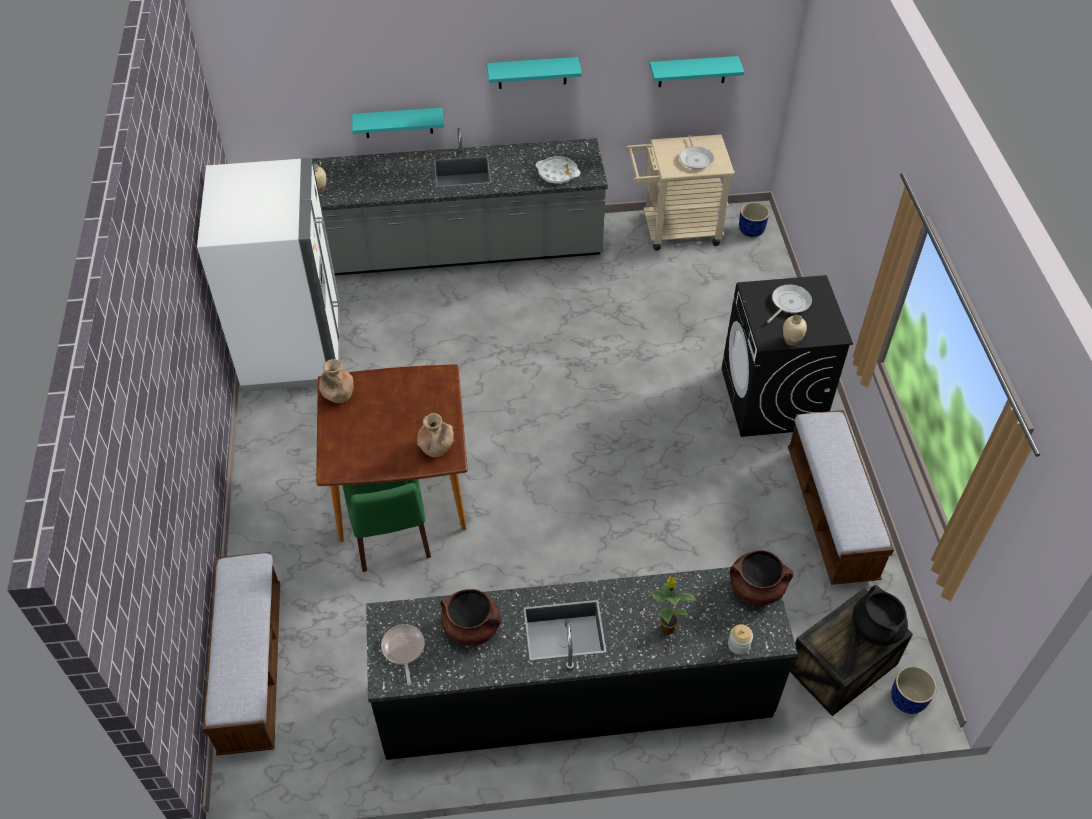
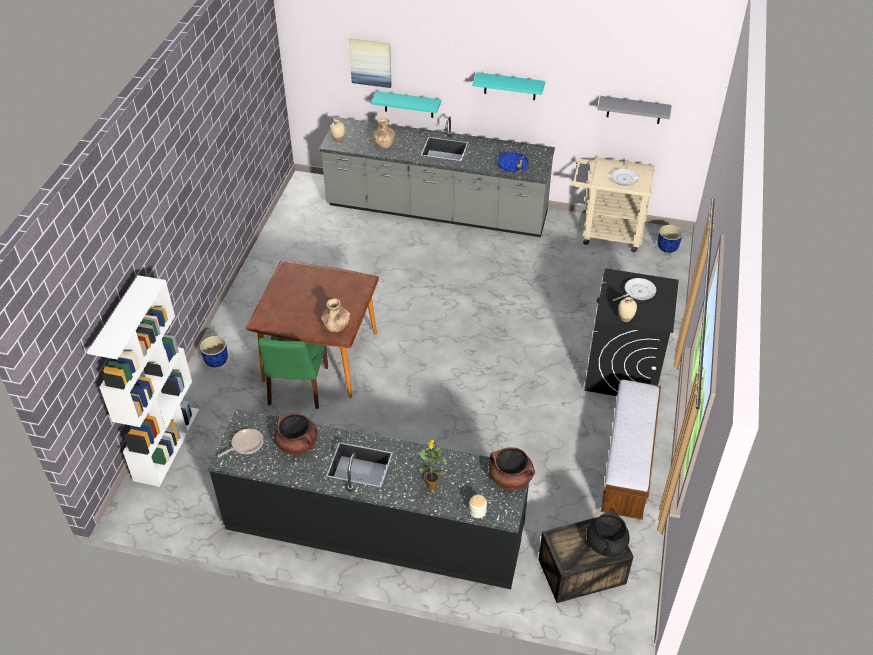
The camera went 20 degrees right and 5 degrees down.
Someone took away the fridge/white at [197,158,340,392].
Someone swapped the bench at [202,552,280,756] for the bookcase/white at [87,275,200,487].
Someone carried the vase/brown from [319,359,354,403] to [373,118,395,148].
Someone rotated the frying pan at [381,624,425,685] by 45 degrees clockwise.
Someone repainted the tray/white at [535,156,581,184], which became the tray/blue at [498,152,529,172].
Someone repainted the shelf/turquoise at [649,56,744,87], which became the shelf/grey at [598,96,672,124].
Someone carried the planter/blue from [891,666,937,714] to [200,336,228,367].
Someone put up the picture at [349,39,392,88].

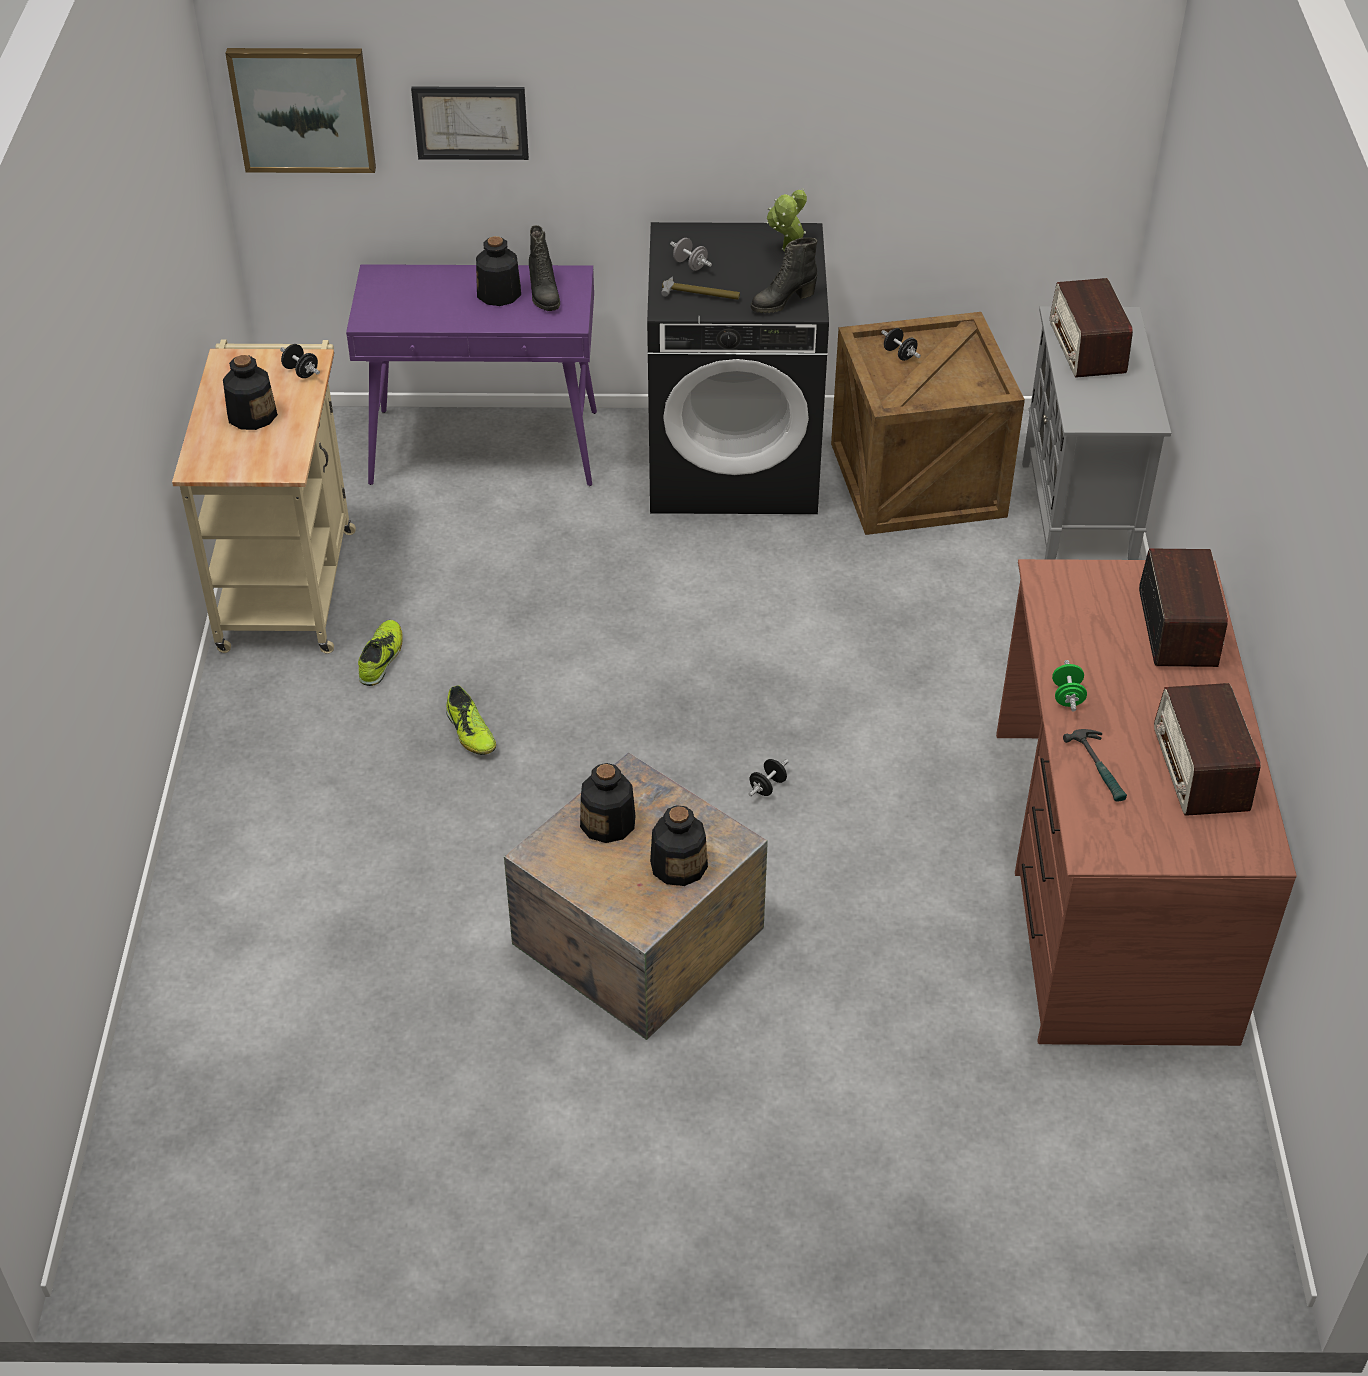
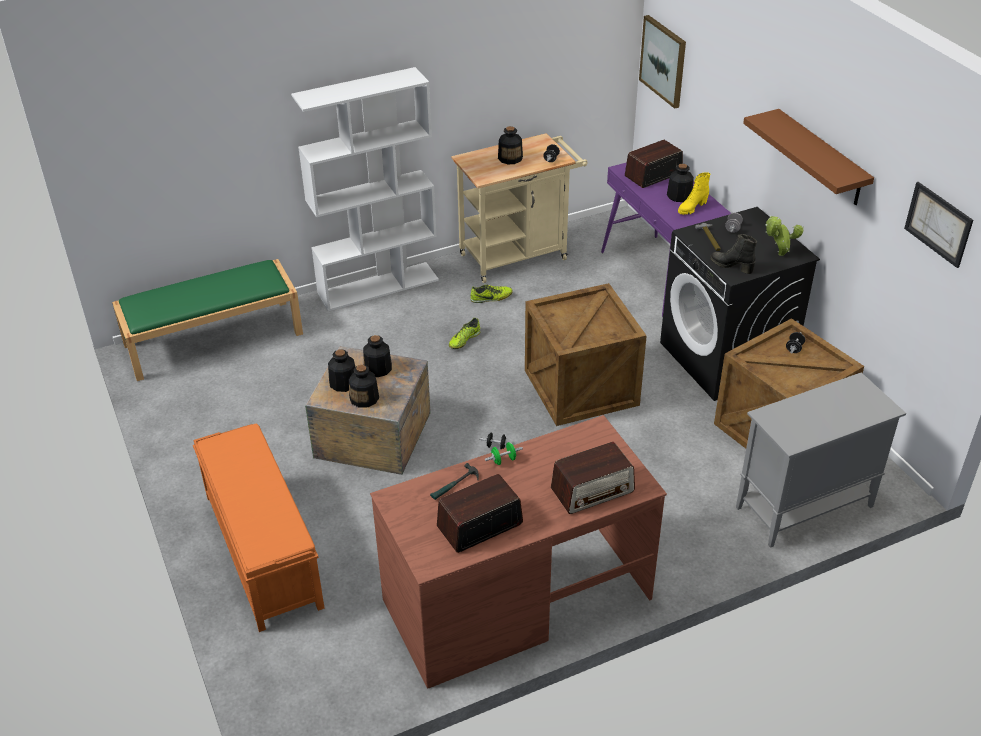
The camera went 65 degrees right and 5 degrees down.
Someone carried the picture from [411,87,529,160] to [904,182,973,268].
Someone repainted the boot/black at [529,225,560,311], which became the boot/yellow at [678,172,710,215].
Someone carried the radio from [1050,278,1133,378] to [625,140,683,188].
Someone put down the bench/green at [112,259,303,381].
Someone put down the bench/orange at [193,424,324,632].
Someone put down the bookcase/white at [291,67,439,311].
Someone put down the bottle at [328,349,355,392].
Someone put down the crate at [525,283,647,426].
Someone put up the shelf/brown at [743,109,874,205].

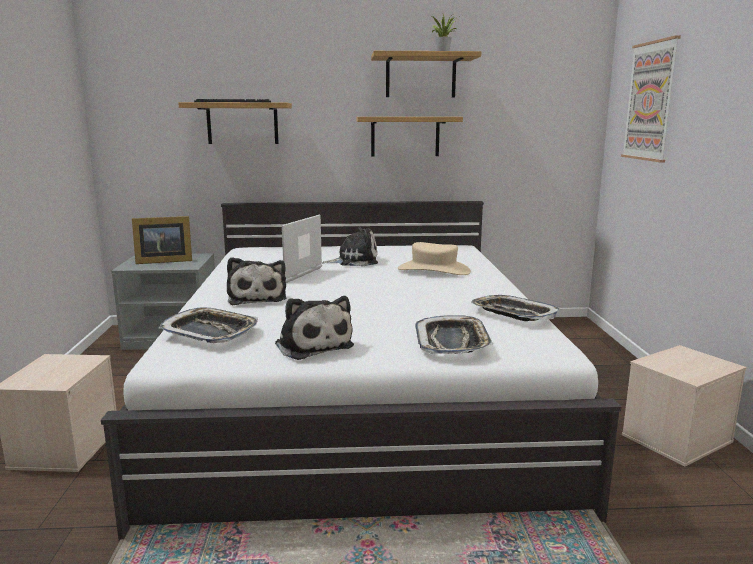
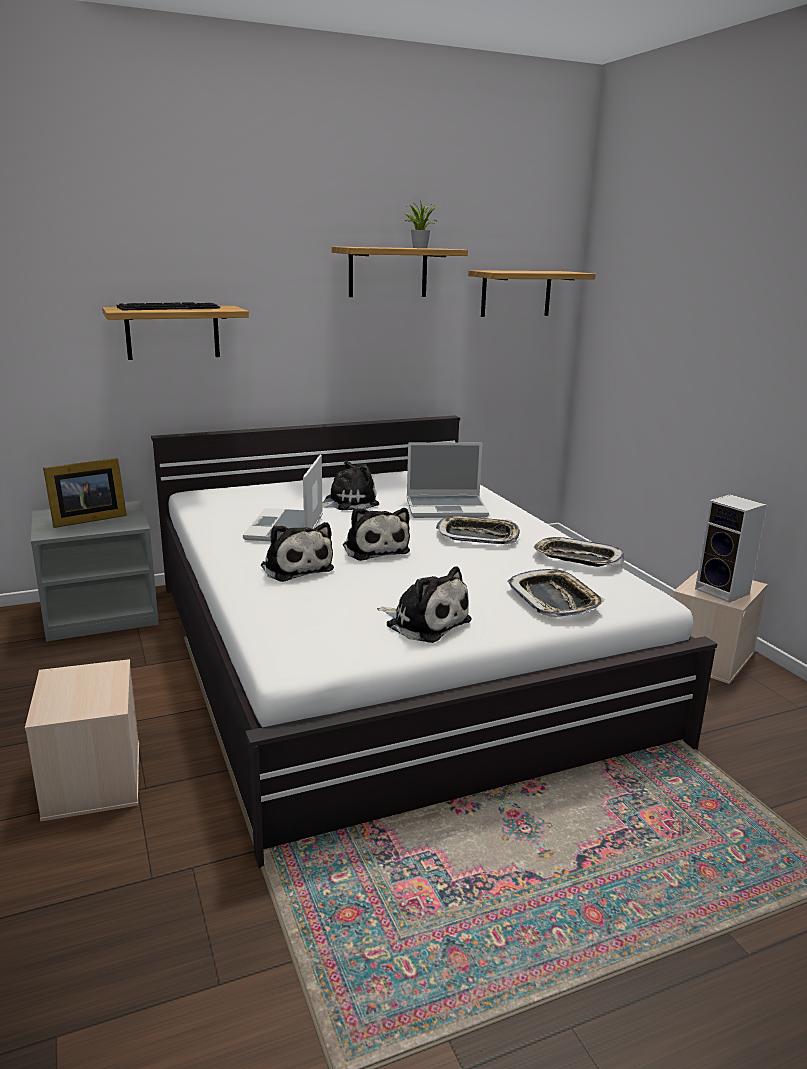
The camera went 20 degrees left and 5 degrees up.
Someone carried the tray from [158,308,258,343] to [436,516,520,544].
Someone carried the shelf from [357,117,463,156] to [468,270,596,317].
Someone swapped the hat/beige at [398,242,471,275] for the laptop at [407,443,489,518].
Someone took away the picture at [621,36,681,162].
Someone put down the plush toy at [343,508,410,561].
Someone put down the speaker at [695,494,766,603].

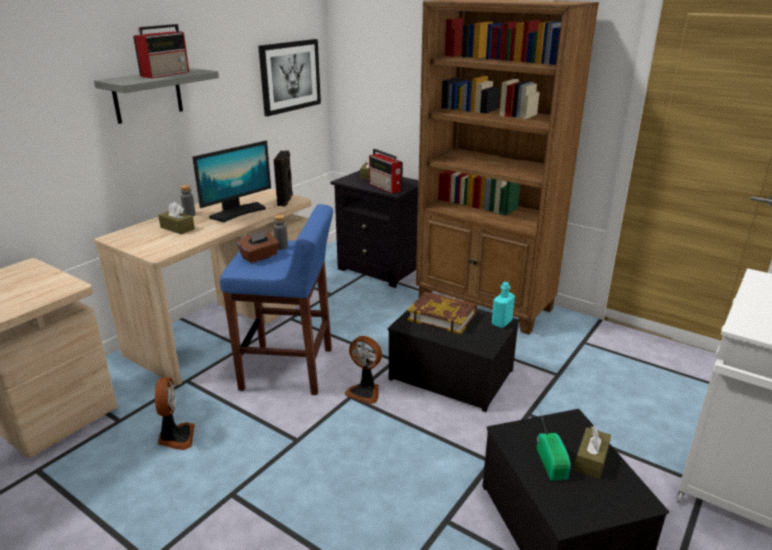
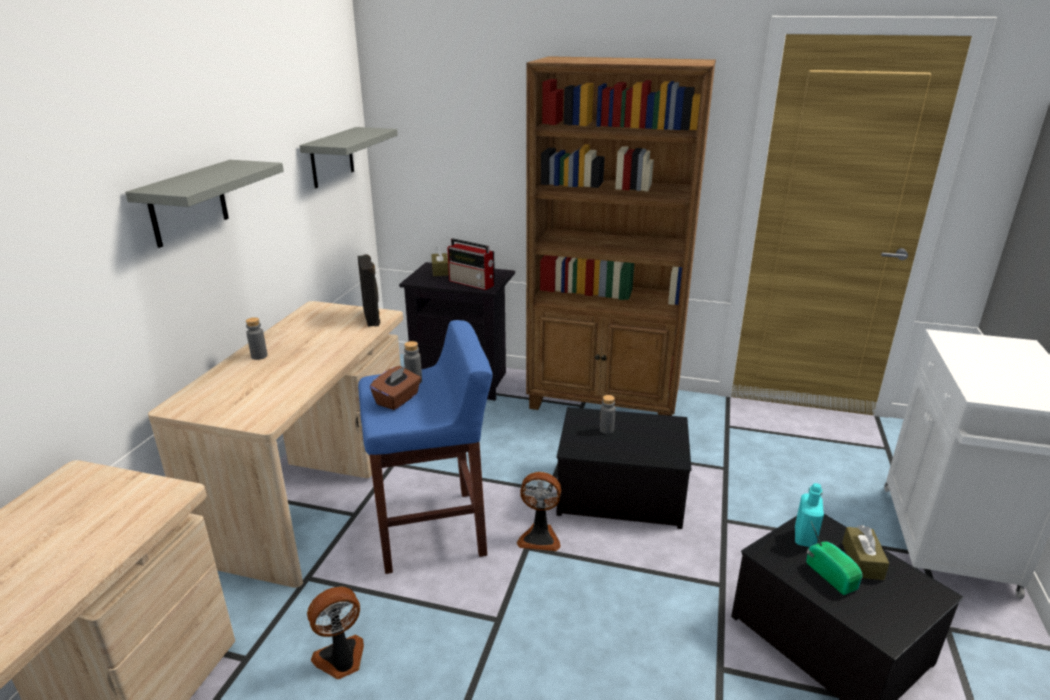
The camera went 20 degrees left and 0 degrees up.
Someone took away the radio at [133,24,189,78].
Someone rotated the fan at [155,377,195,450] by 90 degrees counterclockwise.
Someone took away the tissue box/brown at [158,202,195,234].
Someone took away the monitor at [193,141,271,222].
Someone swapped the picture at [258,39,321,116] for the shelf/grey at [300,127,398,188].
Someone swapped the book at [407,292,477,334] for the bottle/grey at [600,395,616,434].
Someone carried the bottle/turquoise from [492,282,515,328] to [795,483,824,547].

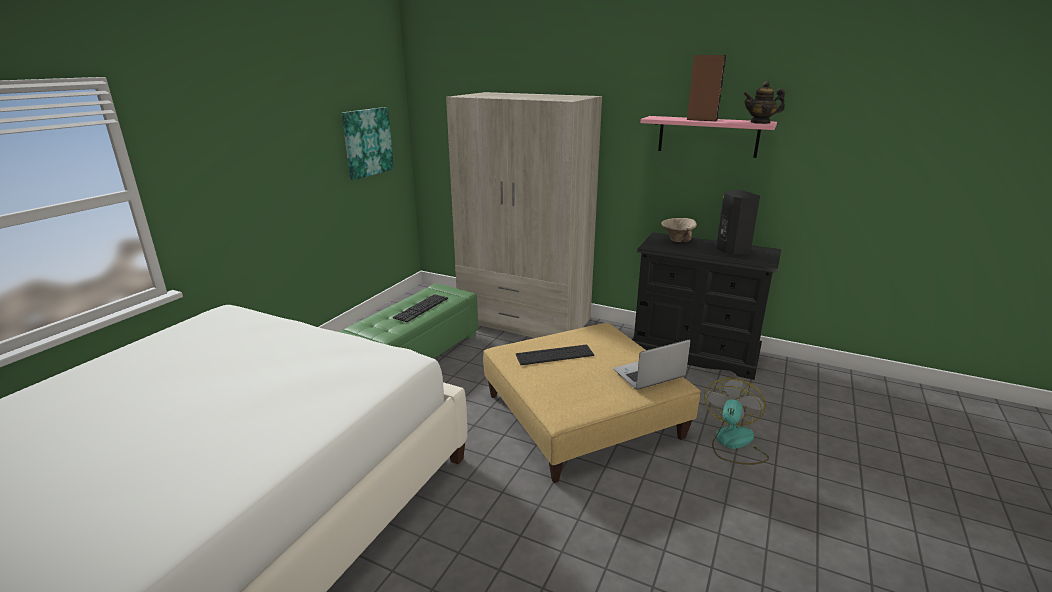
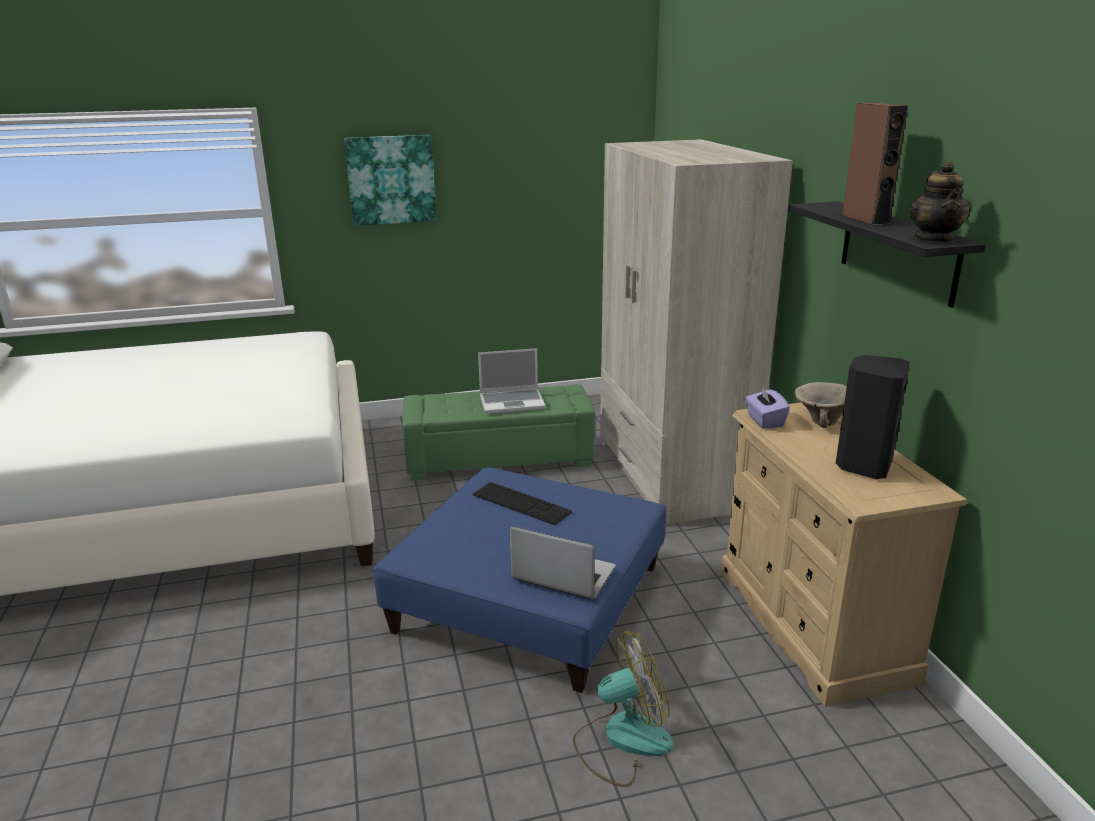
The camera went 50 degrees right and 0 degrees up.
Someone carried the picture from [342,107,394,180] to [344,135,437,226].
Someone swapped the keyboard at [393,294,448,322] for the laptop at [478,348,545,414].
Someone repainted the ottoman/beige at [483,323,701,483], which became the ottoman/blue at [373,467,667,693].
Someone repainted the dresser/black at [632,232,782,380], which became the dresser/beige at [721,402,967,707].
Someone repainted the shelf/pink at [641,116,777,158], which became the shelf/black at [788,201,986,308].
Someone rotated the teapot at [743,81,785,124] by 135 degrees counterclockwise.
Someone put down the tissue box/purple at [745,385,790,429].

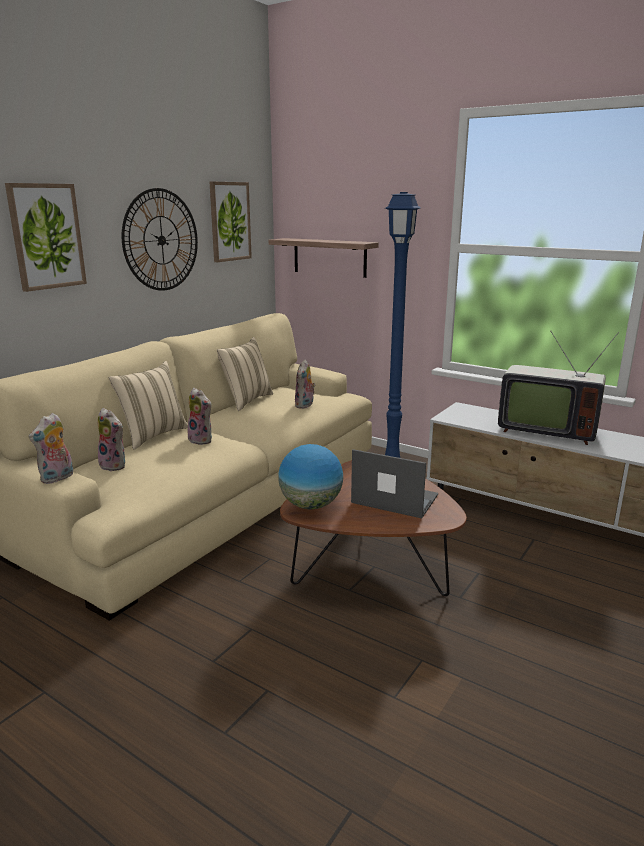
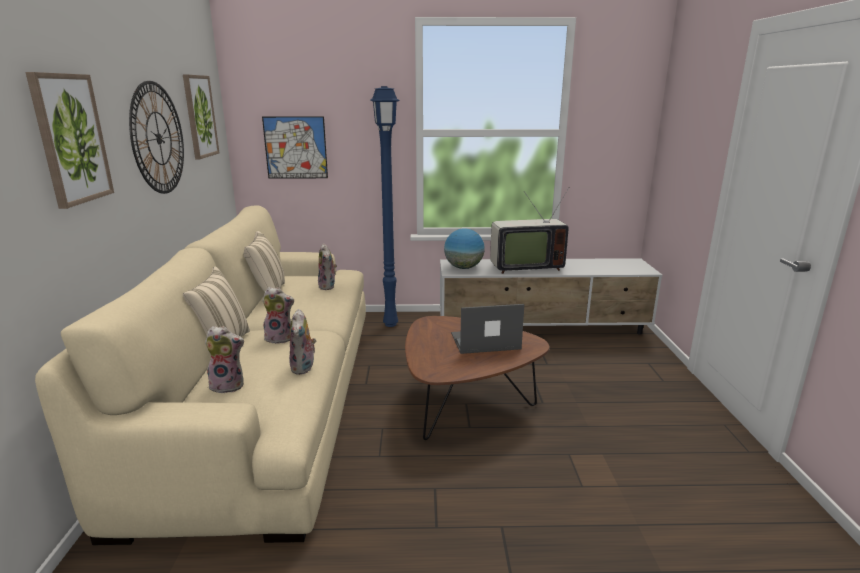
The camera went 35 degrees left and 0 degrees up.
Someone carried the plush toy from [29,413,73,484] to [289,309,316,375].
Someone swapped the shelf at [269,238,379,278] for the picture at [262,116,328,179].
Someone carried the globe from [278,444,343,509] to [444,228,485,269].

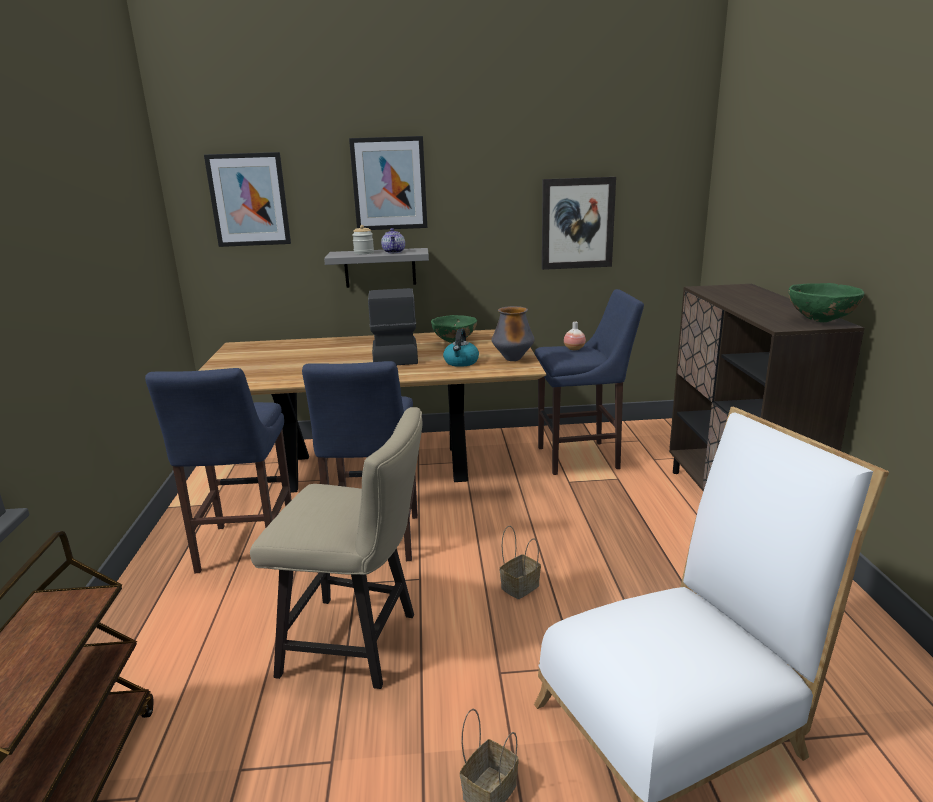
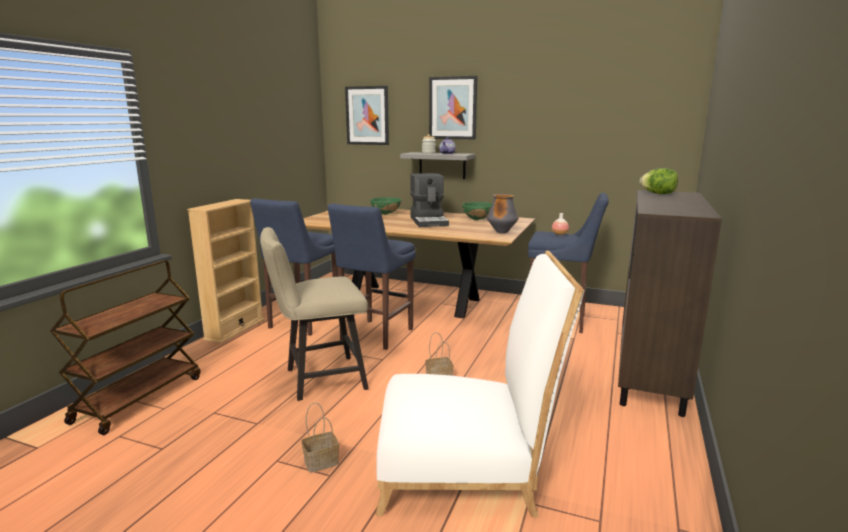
The camera went 25 degrees right and 5 degrees down.
Someone rotated the chair/beige at [250,407,422,689] by 120 degrees clockwise.
Someone rotated the coffee machine at [368,288,418,365] by 150 degrees clockwise.
Someone took away the kettle at [443,329,479,367].
Someone took away the picture at [542,177,616,270].
Someone carried the bowl/green from [788,283,864,322] to [370,197,402,215].
Someone put down the bookcase/beige at [187,199,265,343].
Someone put down the lettuce at [640,168,678,194].

